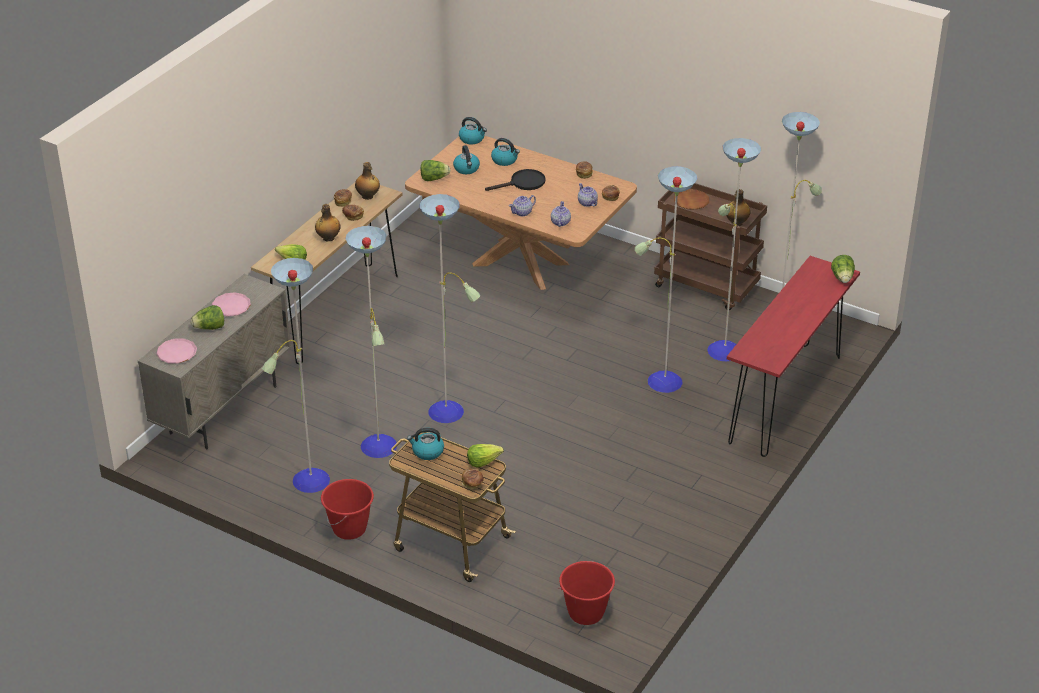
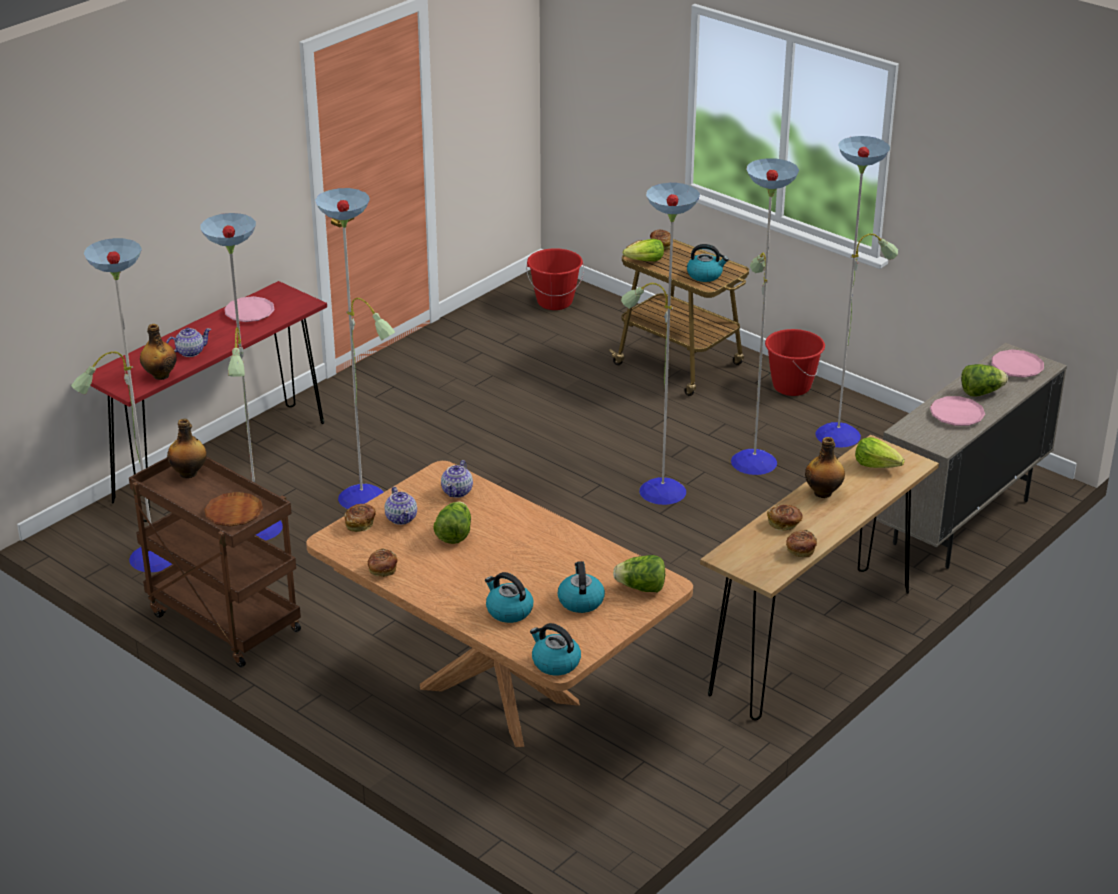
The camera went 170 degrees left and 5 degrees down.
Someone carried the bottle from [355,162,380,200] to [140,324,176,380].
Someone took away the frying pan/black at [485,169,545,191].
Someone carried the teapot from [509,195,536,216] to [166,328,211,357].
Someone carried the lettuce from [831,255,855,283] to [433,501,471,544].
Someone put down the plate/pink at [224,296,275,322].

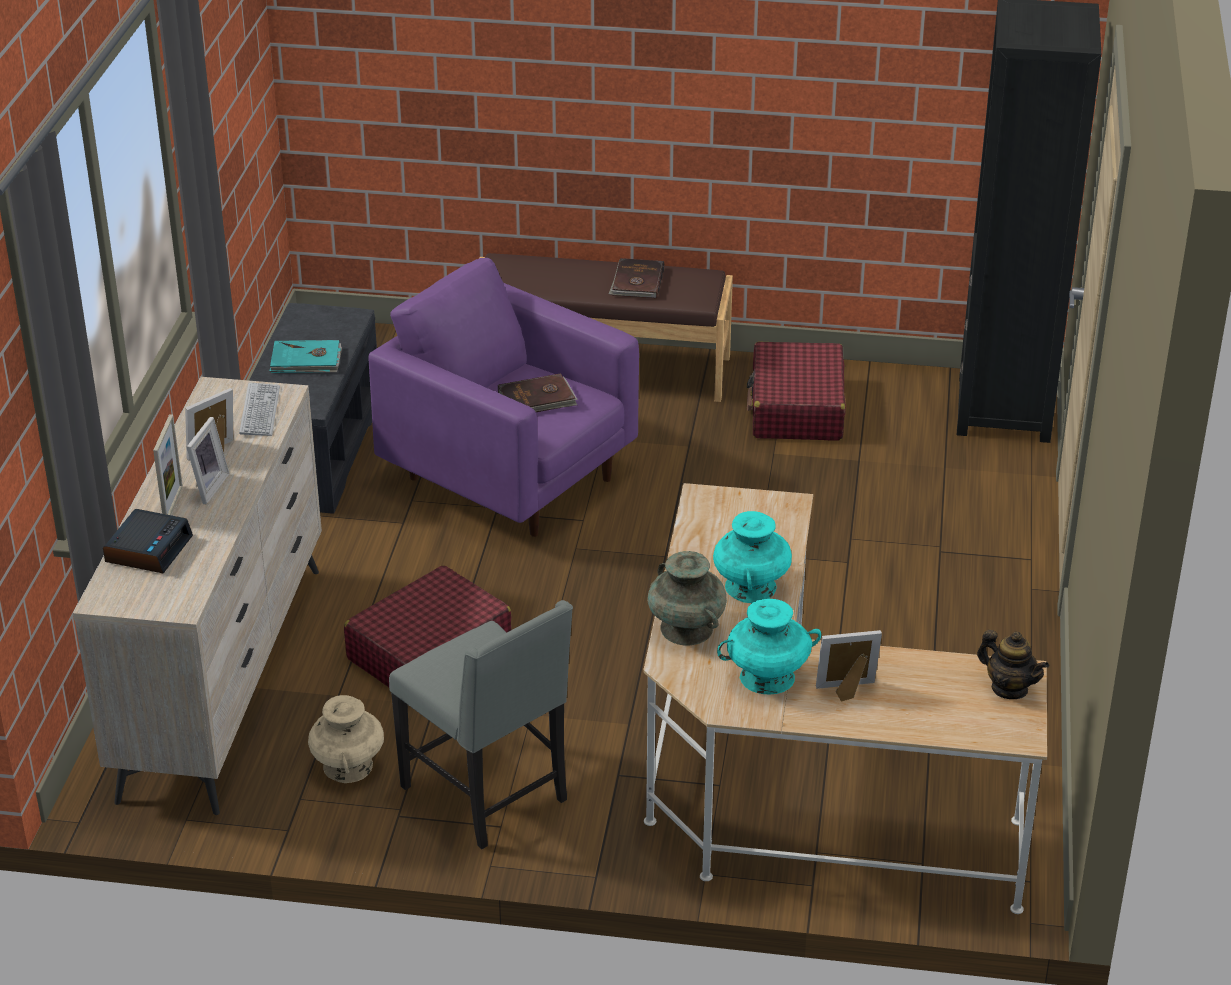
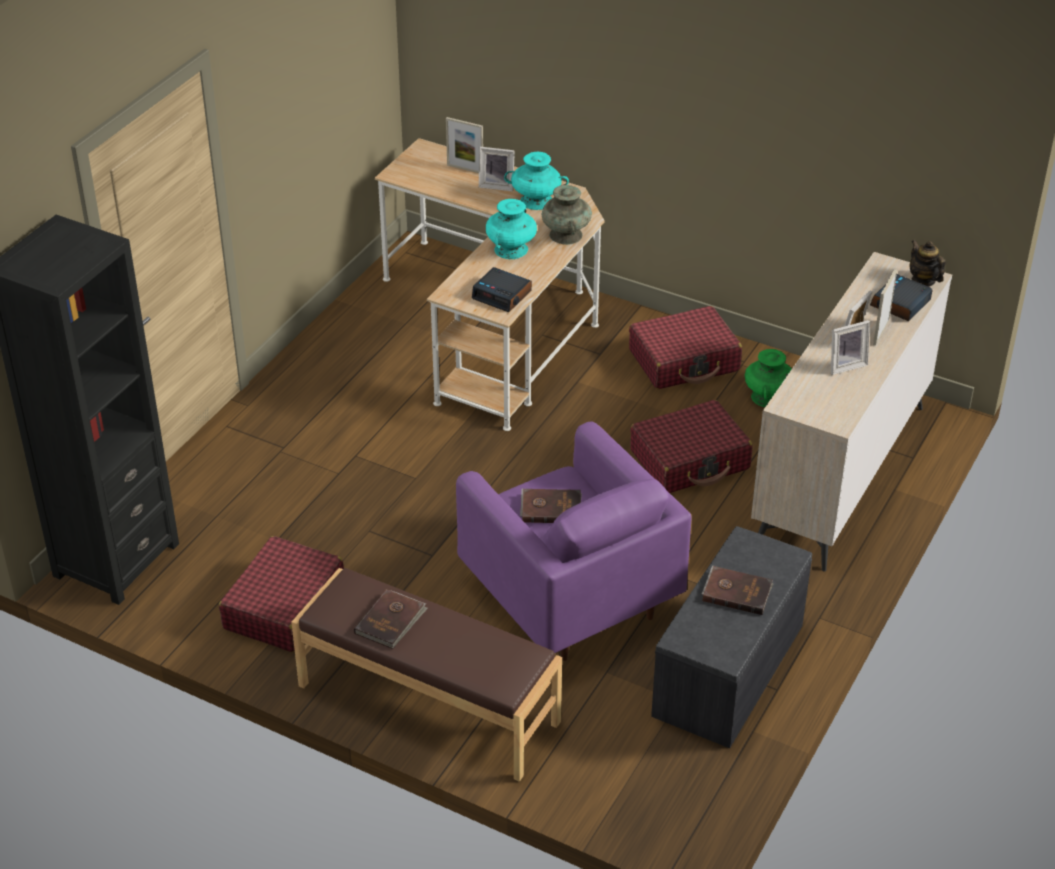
The camera went 160 degrees left and 5 degrees up.
Someone took away the keyboard at [239,383,280,436].
Someone repainted the book/turquoise at [270,340,342,373], which became the book/brown at [702,566,774,615].
Someone repainted the vase/beige at [308,695,384,783], which became the vase/green at [745,349,792,407].
Someone swapped the chair/grey at [389,600,573,849] for the suitcase/red at [629,306,742,389].
Someone carried the teapot from [977,630,1049,699] to [909,240,946,287].
Someone put down the picture frame at [446,117,483,173].
Someone put down the alarm clock at [472,267,532,312].

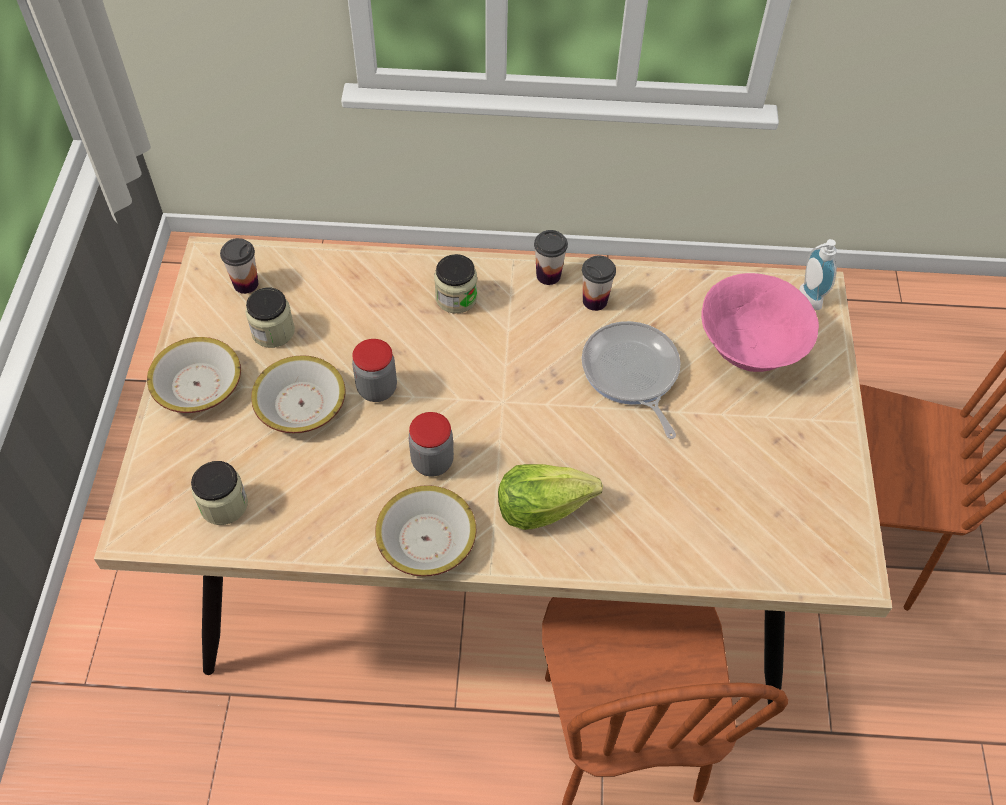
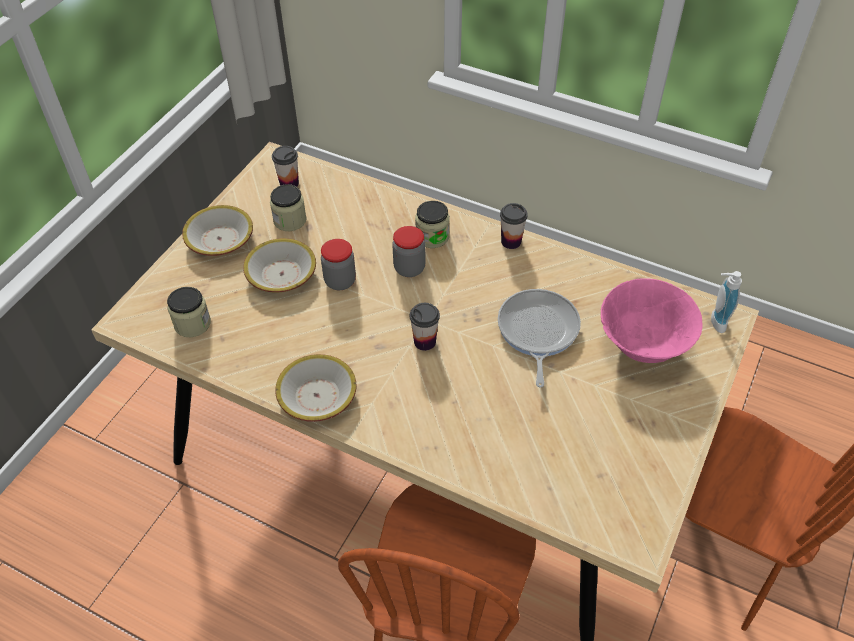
The camera went 25 degrees right and 5 degrees down.
Someone carried the jar from [409,412,454,477] to [392,226,425,277].
Someone took away the lettuce at [498,464,603,530].
Someone carried the cup from [582,255,616,311] to [410,303,440,351].

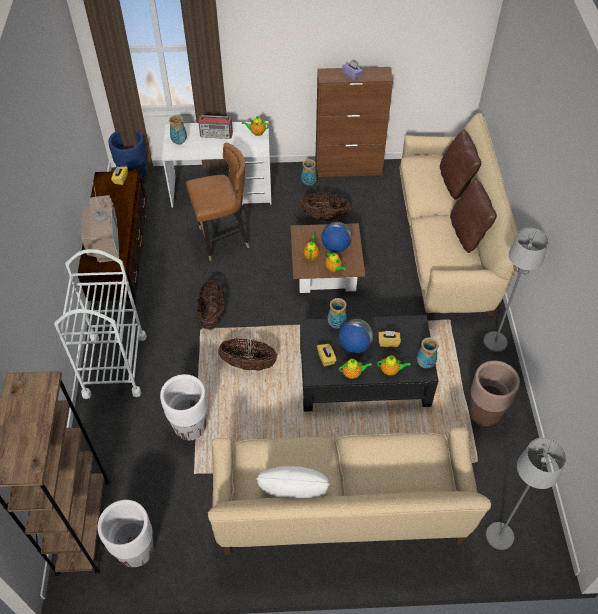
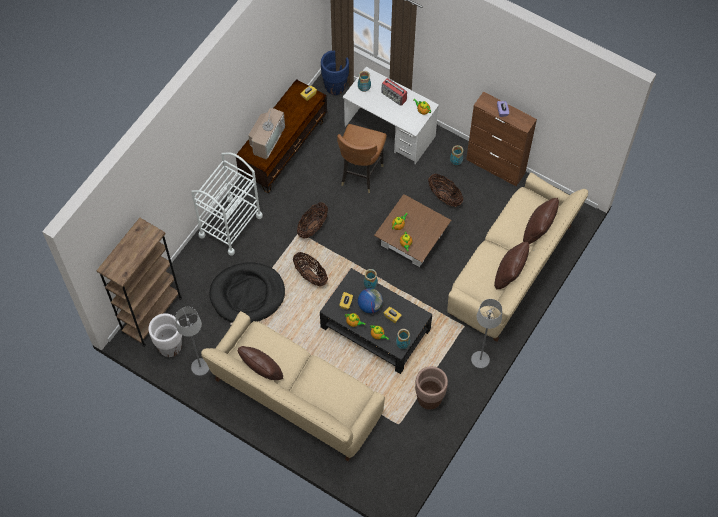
The camera went 35 degrees right and 10 degrees up.
Someone swapped the planter/white at [160,374,208,440] for the dog bed/black at [209,262,285,323].
Someone rotated the chair/brown at [186,142,250,261] by 90 degrees clockwise.
Someone repainted the pillow/white at [256,466,330,498], which became the pillow/brown at [238,346,283,380].
Someone took away the globe at [321,222,352,252].
Someone carried the floor lamp/grey from [486,438,566,550] to [175,307,210,376].

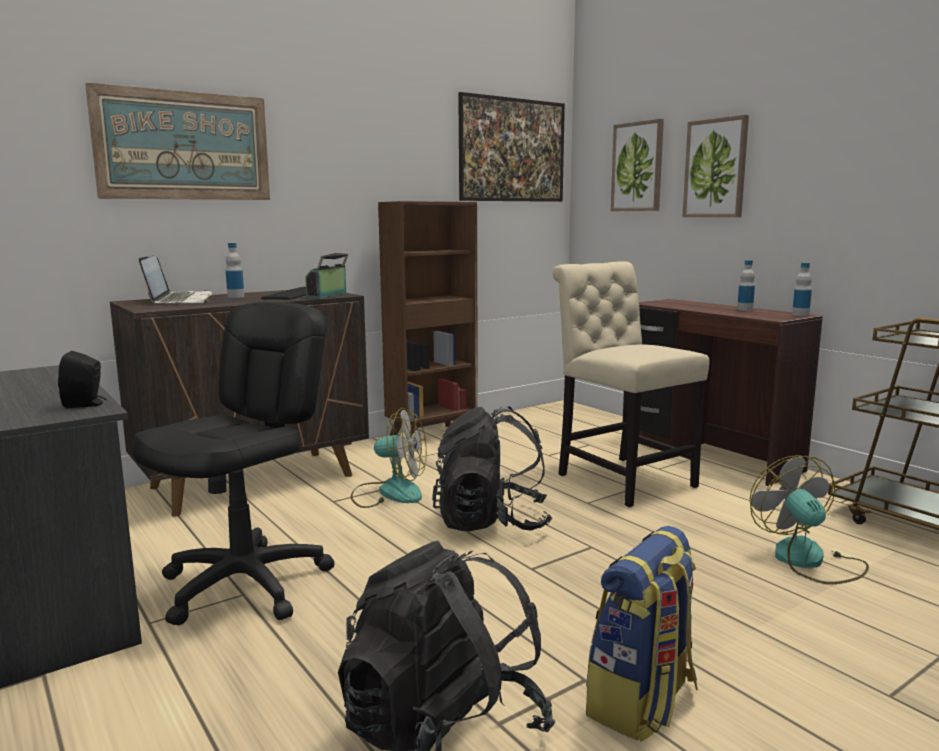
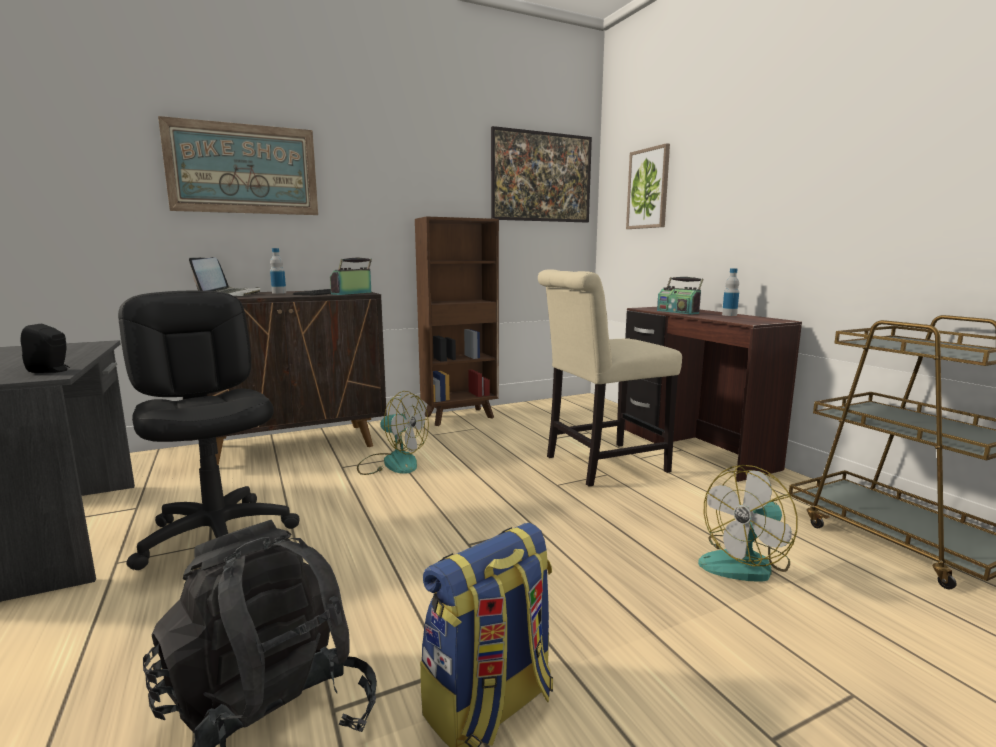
The camera went 10 degrees right and 0 degrees up.
Someone rotated the office chair/black at [132,302,335,625] by 75 degrees counterclockwise.
Someone took away the backpack/black at [432,406,552,531].
Someone rotated the chair/beige at [553,261,710,507] by 90 degrees counterclockwise.
Someone took away the picture at [683,115,749,217].
Someone rotated the fan at [750,455,869,584] by 120 degrees counterclockwise.
Someone took away the bottle at [792,263,812,316].
Someone put down the radio at [657,277,704,315].

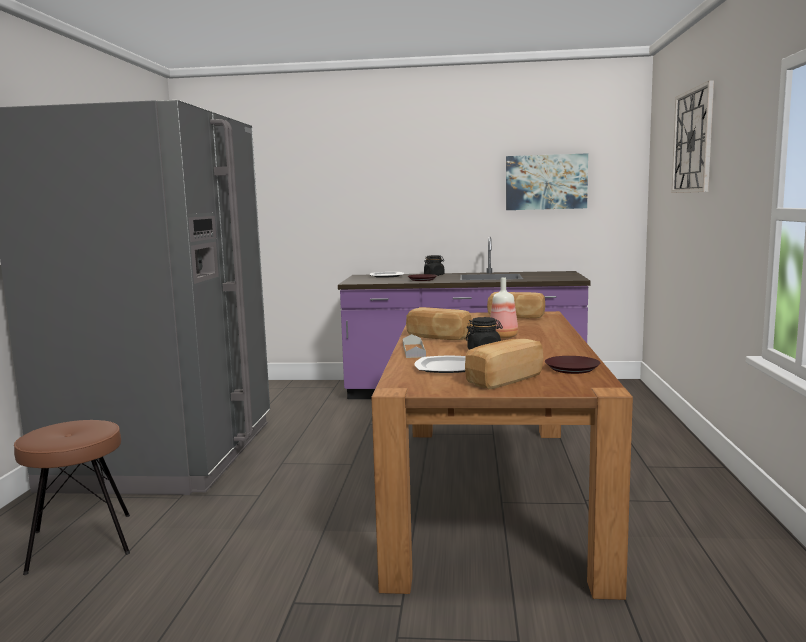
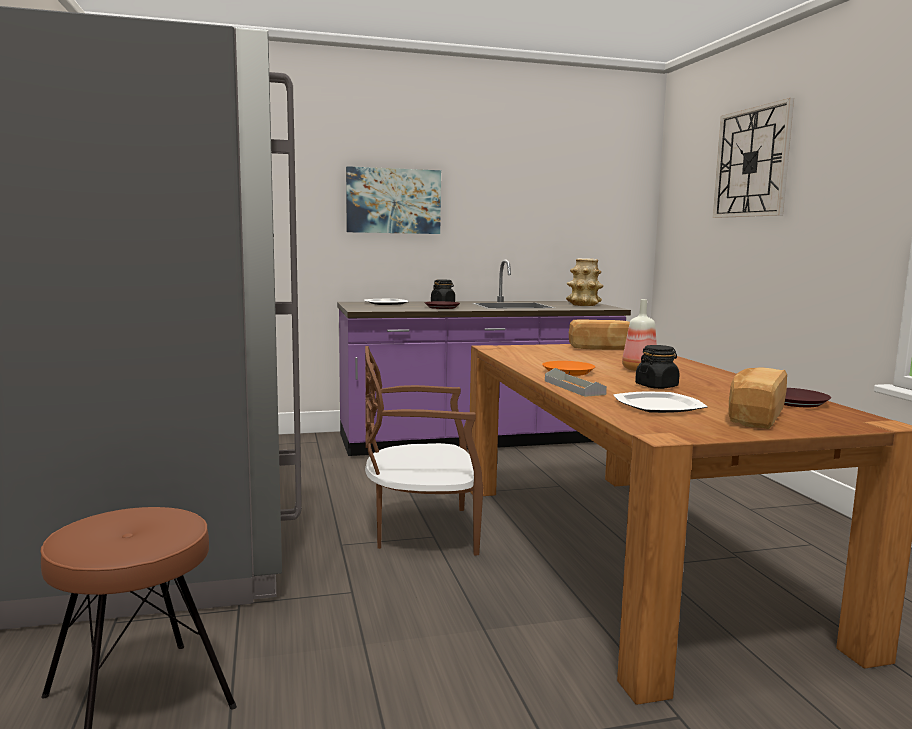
The camera went 20 degrees left and 0 degrees up.
Someone swapped the bread at [406,307,472,340] for the plate/orange at [542,361,595,376].
Someone carried the picture from [506,153,588,210] to [346,166,441,234].
Someone put down the chair/brown at [365,346,483,555].
Someone put down the vase at [566,258,603,306].

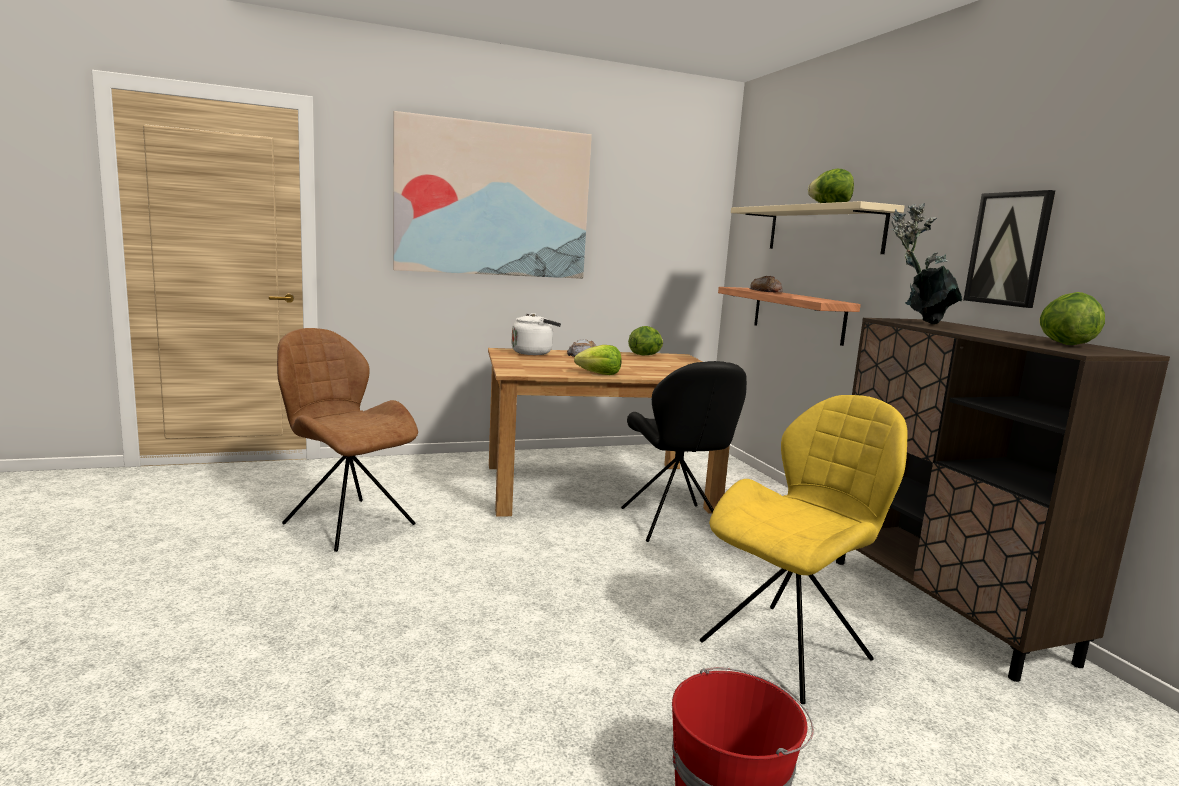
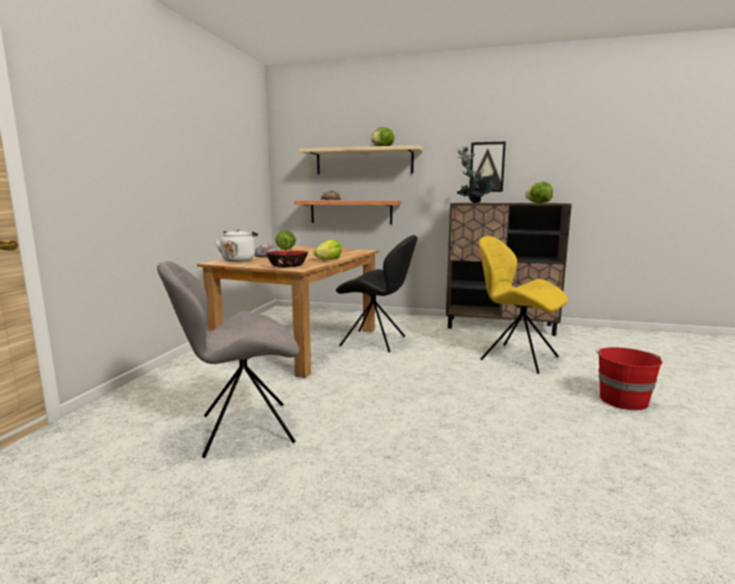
The camera went 55 degrees left and 0 degrees up.
Someone repainted the chair/brown at [277,328,418,552], which became the chair/grey at [157,261,299,458].
Someone took away the picture at [393,111,592,279].
Someone rotated the chair/yellow at [700,395,907,704] by 45 degrees counterclockwise.
Someone put down the bowl at [266,251,309,268].

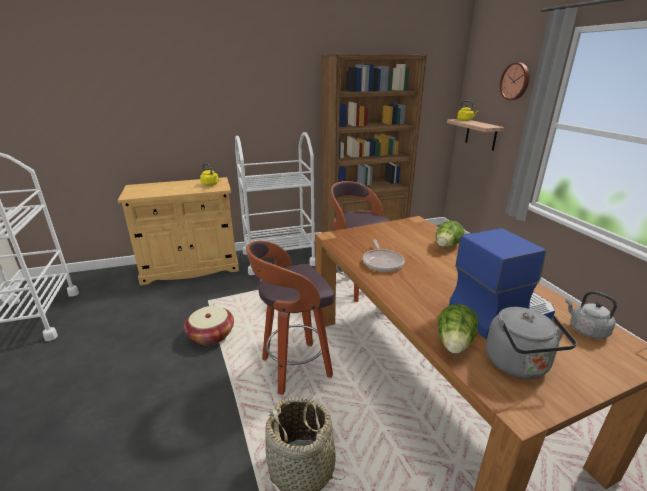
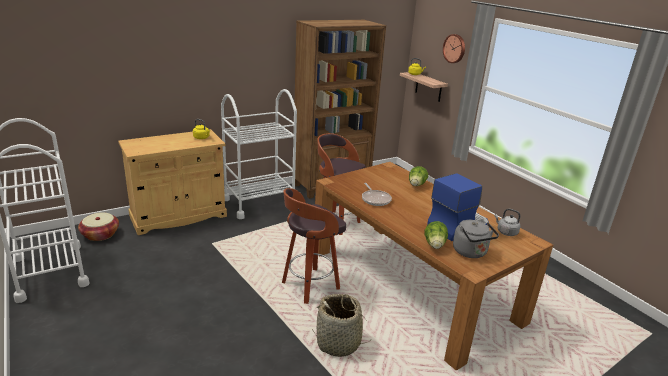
The camera went 15 degrees left and 0 degrees up.
Someone carried the basket from [184,306,234,346] to [78,212,119,241].

